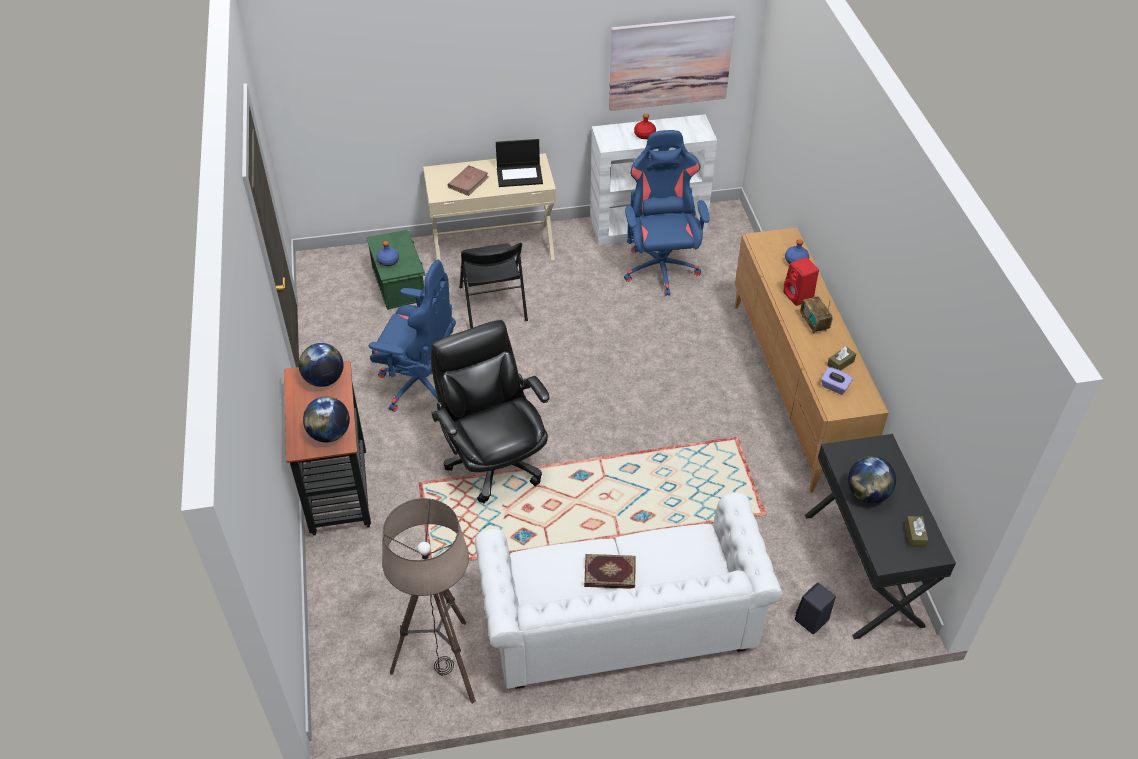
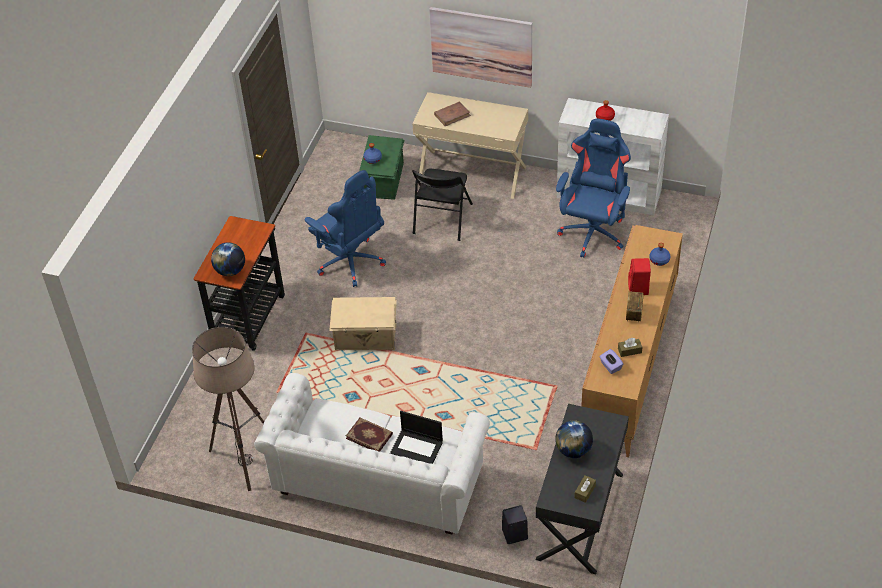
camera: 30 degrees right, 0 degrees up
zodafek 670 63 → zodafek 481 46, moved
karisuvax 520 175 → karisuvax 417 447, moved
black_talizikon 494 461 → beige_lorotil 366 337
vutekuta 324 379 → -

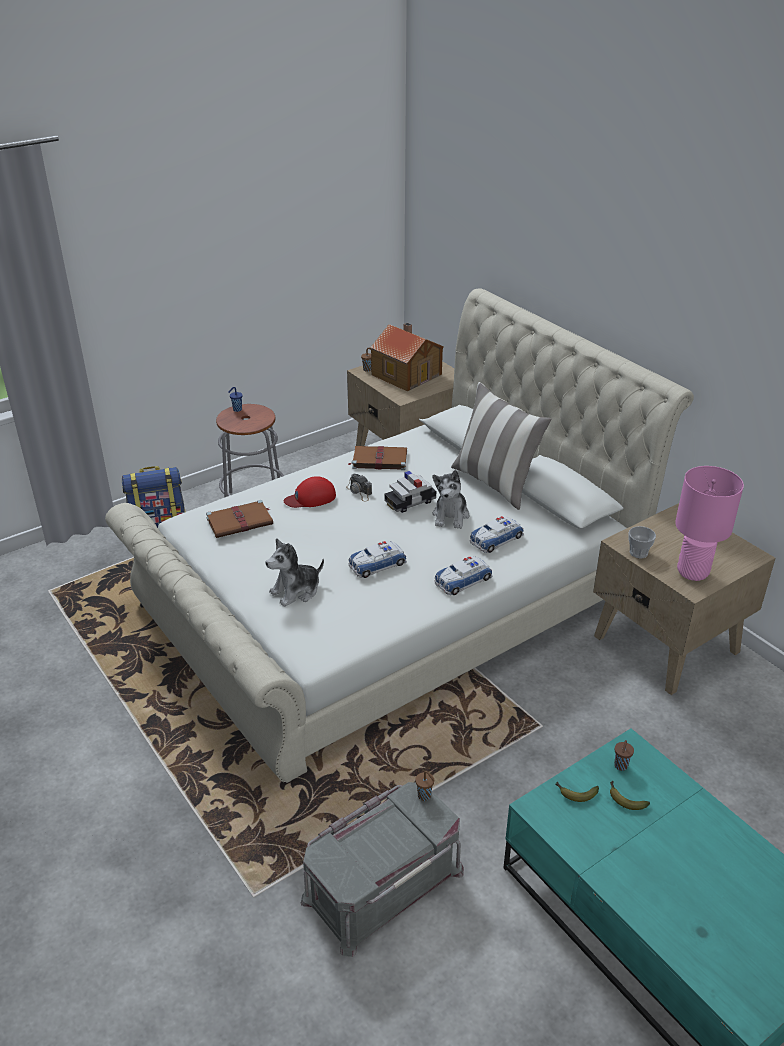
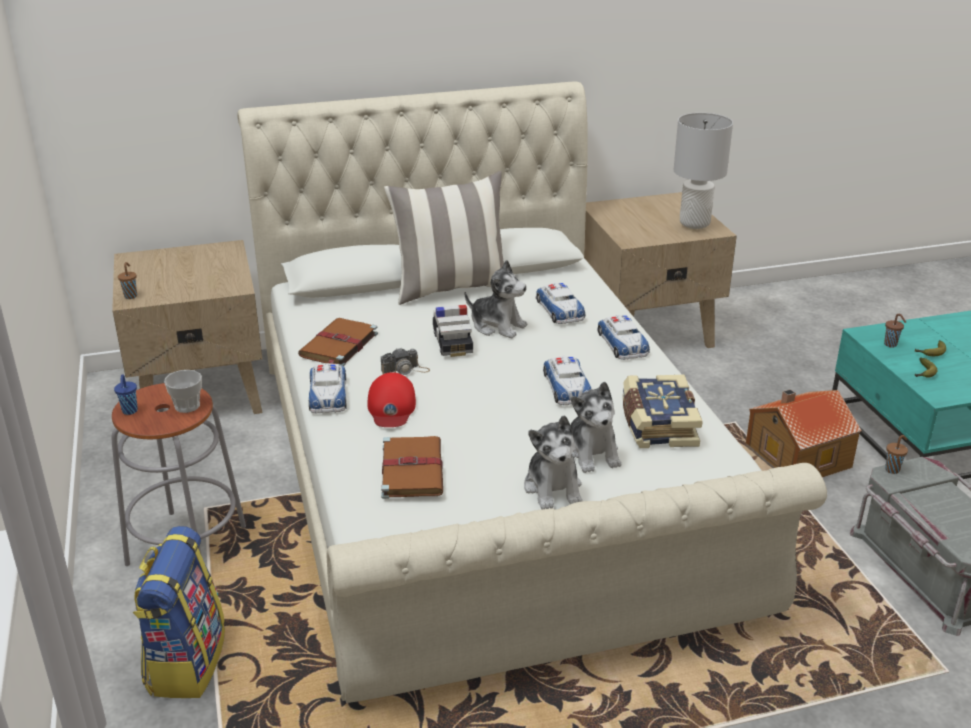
camera: 70 degrees left, 5 degrees down
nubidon 406 374 → nubidon 795 456, moved
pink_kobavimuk 691 574 → grey_kobavimuk 694 226
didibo 638 553 → didibo 187 406, moved
- → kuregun 328 395
- → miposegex 657 425
- → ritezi 553 488

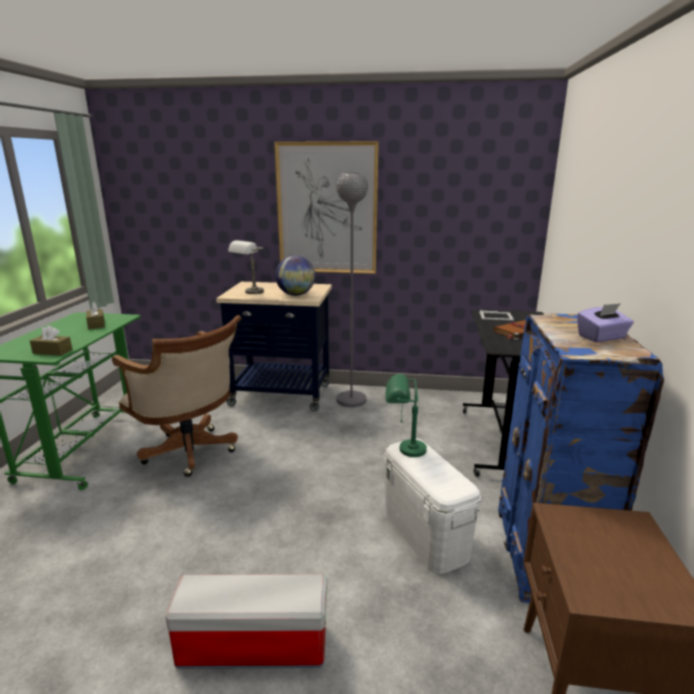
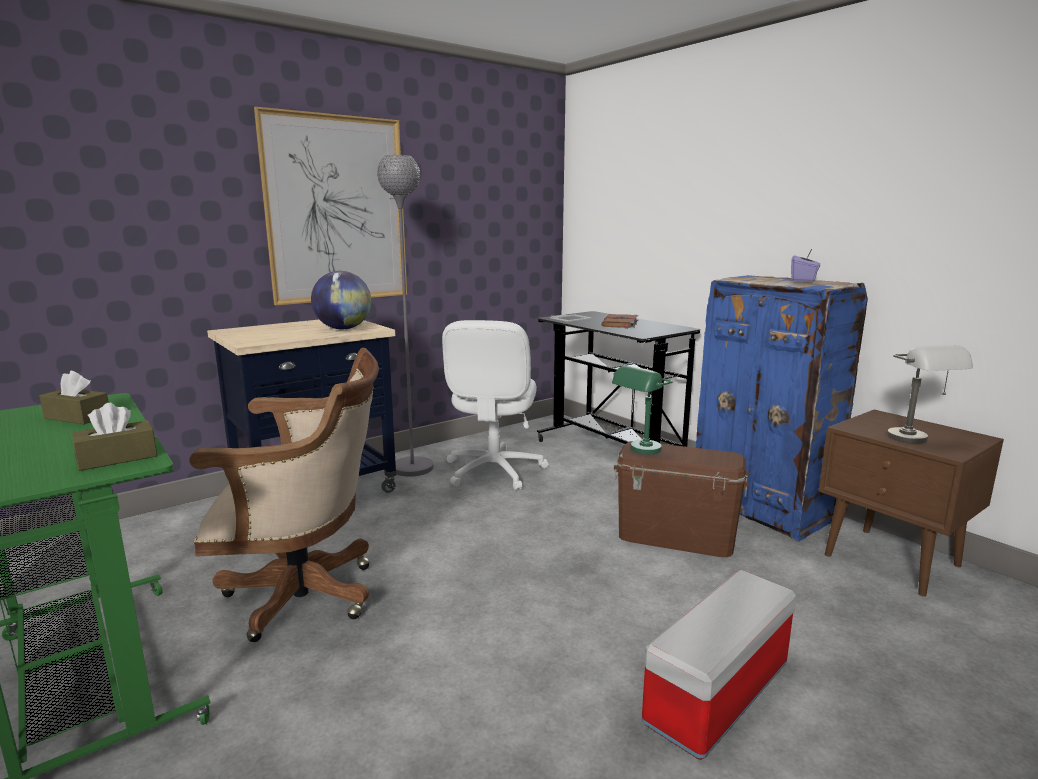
camera: 45 degrees left, 5 degrees down
grey_kobavimuk 250 293 → grey_kobavimuk 917 442, moved
white_lorotil 425 534 → brown_lorotil 676 537
- → white_talizikon 494 470

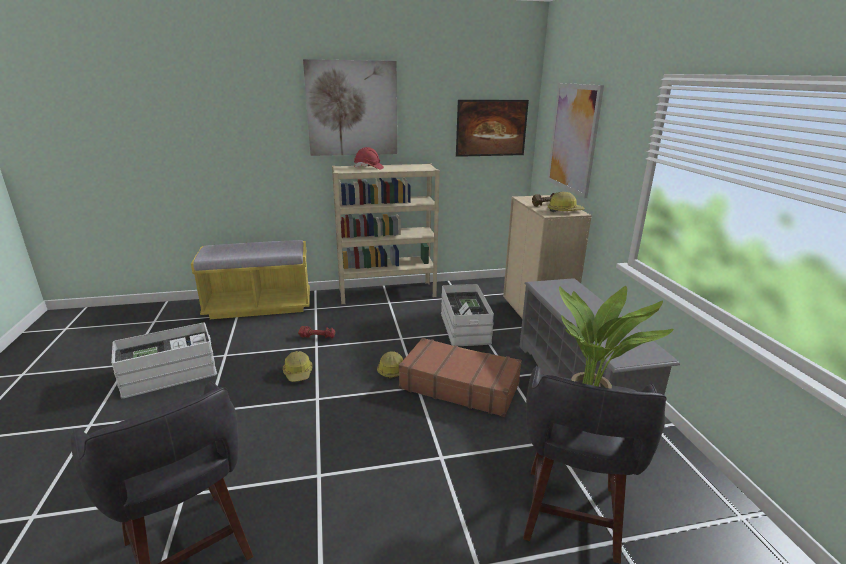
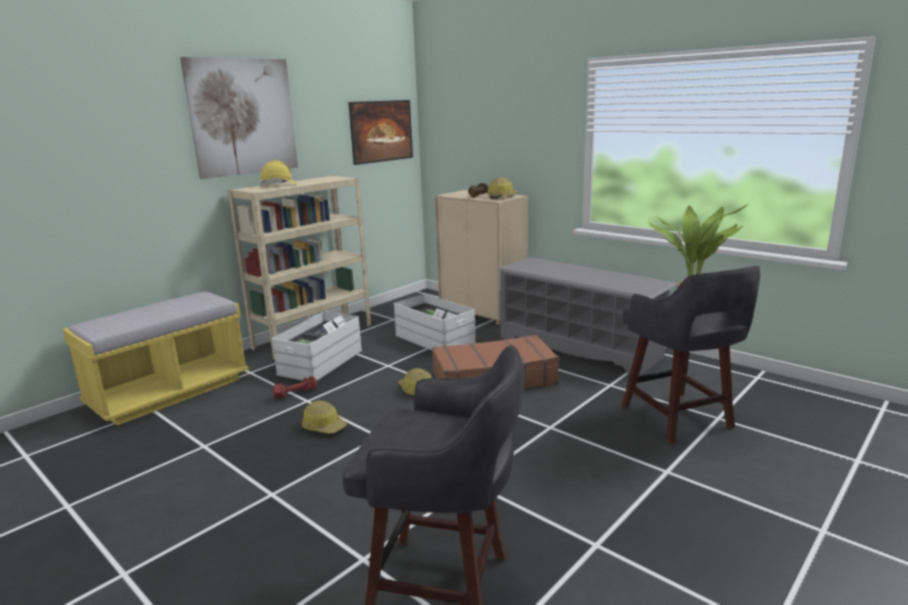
camera: 35 degrees left, 5 degrees down
zodafek 573 138 → -
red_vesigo 368 168 → yellow_vesigo 279 185
white_lorotil 169 373 → white_lorotil 320 361, moved

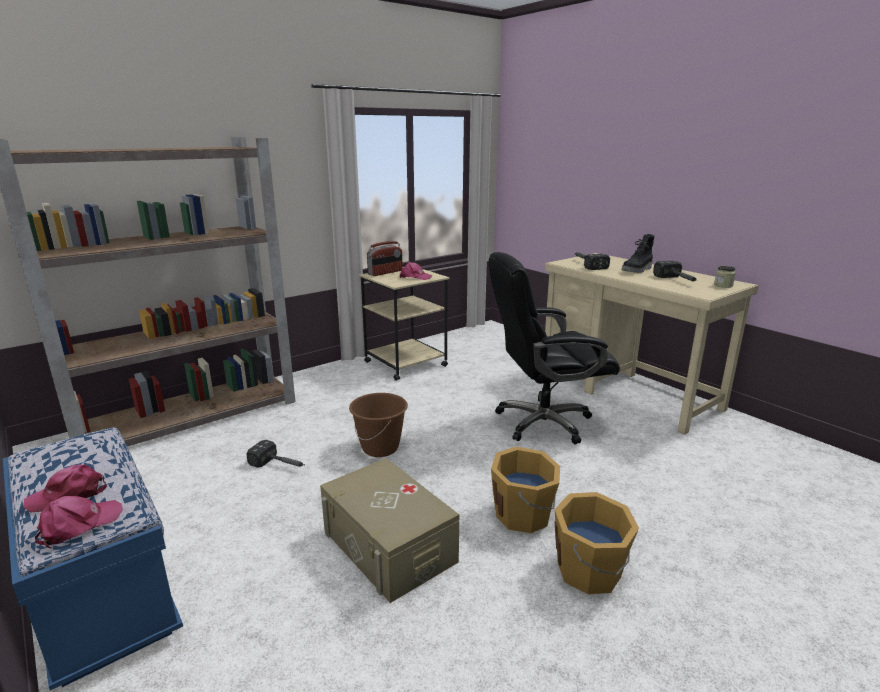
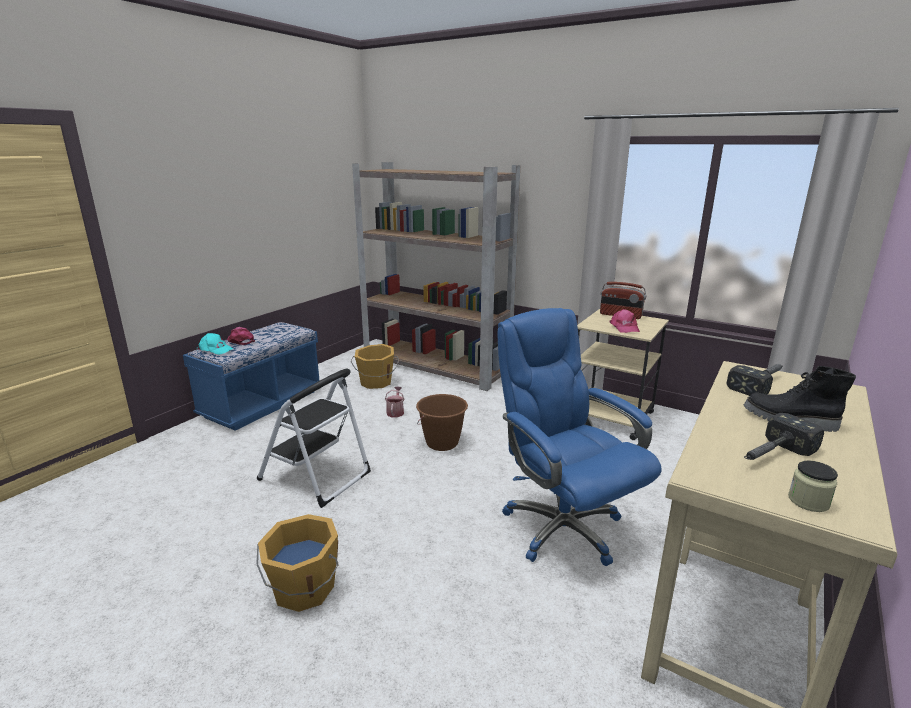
camera: 70 degrees right, 0 degrees up
black_talizikon 545 421 → blue_talizikon 565 529
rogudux 280 465 → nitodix 395 412
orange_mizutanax 524 515 → orange_mizutanax 376 382, moved
beige_lorotil 389 546 → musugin 317 477
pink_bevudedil 79 525 → turquoise_bevudedil 215 349

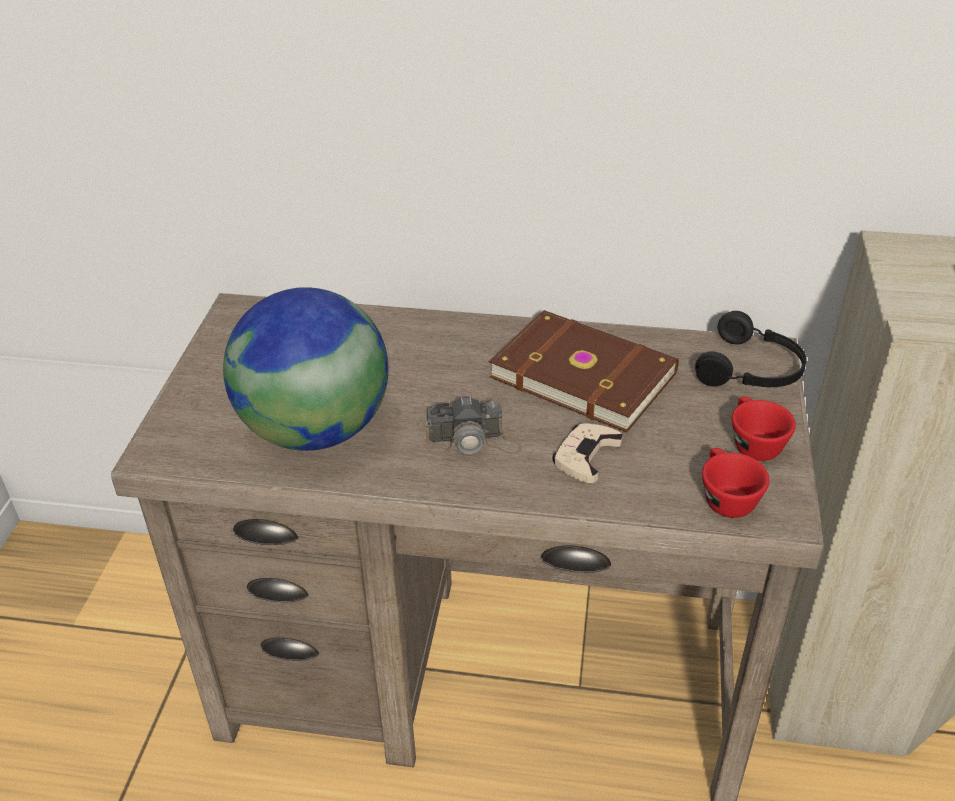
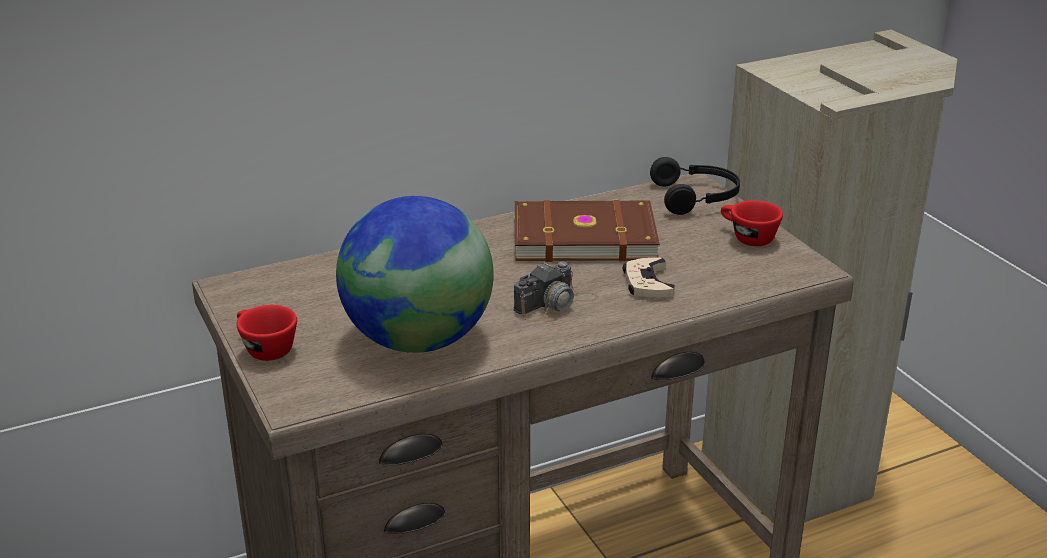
camera: 35 degrees left, 10 degrees down
red_didibo 725 497 → red_didibo 264 349, moved

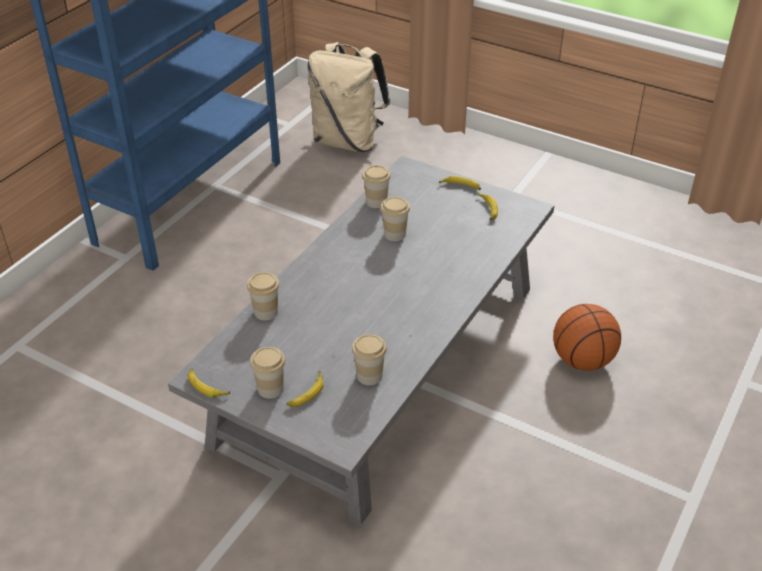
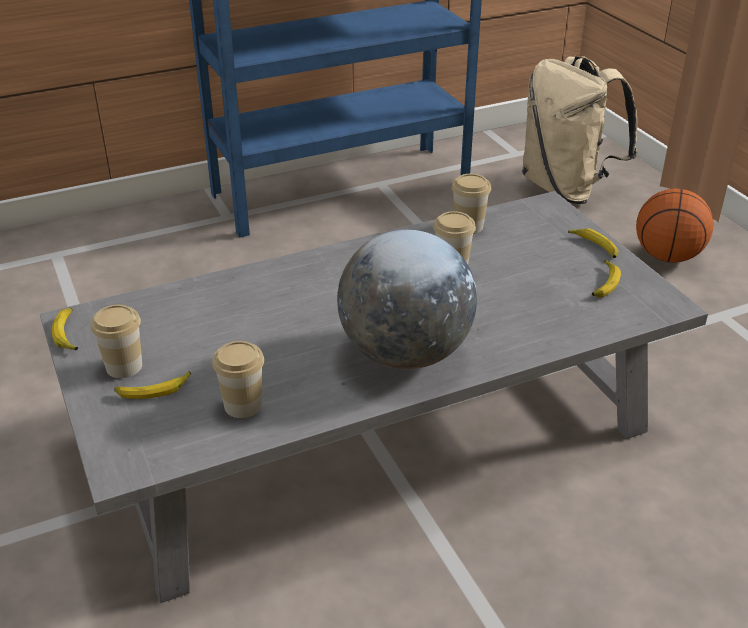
camera: 35 degrees right, 5 degrees down
didibo 266 312 → -
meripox 582 360 → meripox 667 256, moved
- → vutekuta 405 353

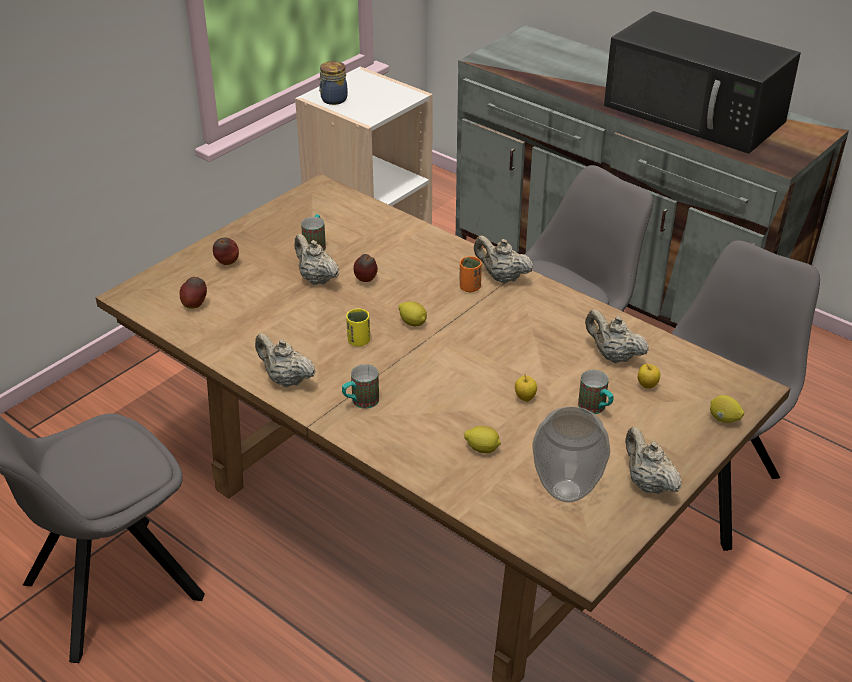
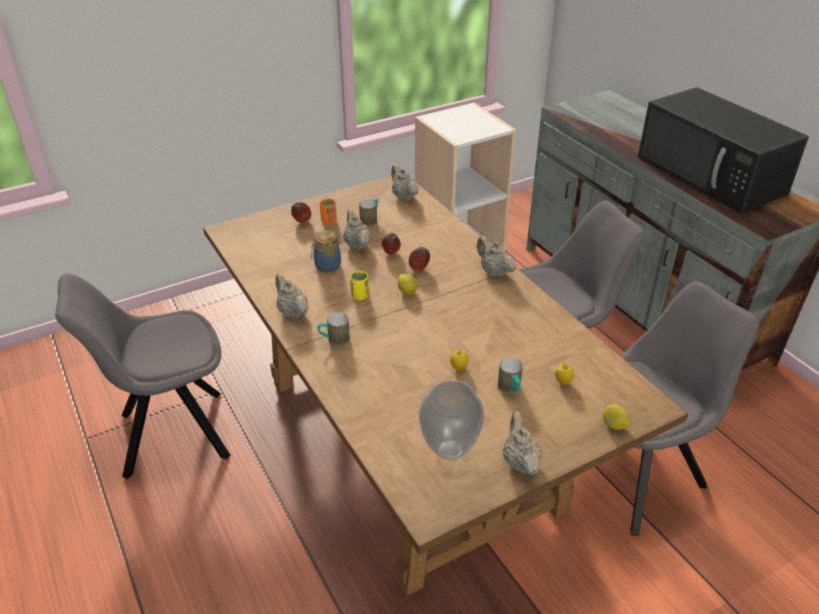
camera: 20 degrees right, 0 degrees up
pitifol 333 100 → pitifol 326 266, moved
orange_didibo 470 287 → orange_didibo 329 221, moved
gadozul 195 305 → gadozul 419 269, moved
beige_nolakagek 613 356 → beige_nolakagek 403 196, moved
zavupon 482 449 → -

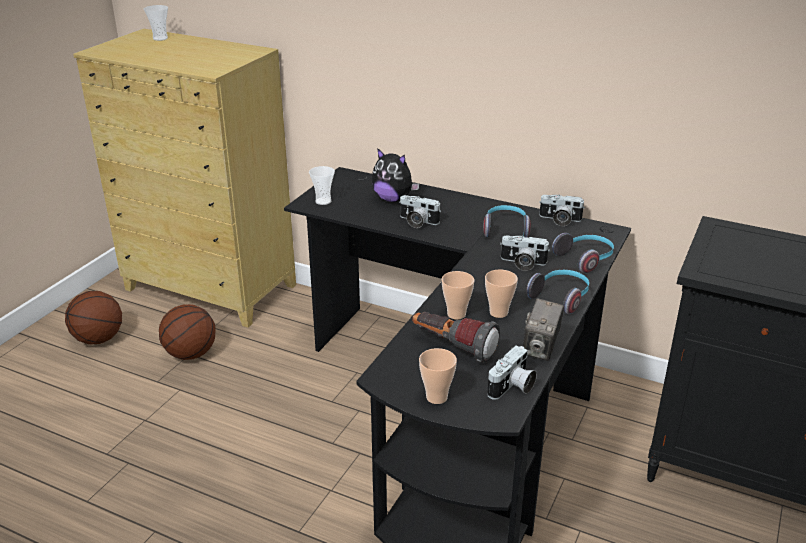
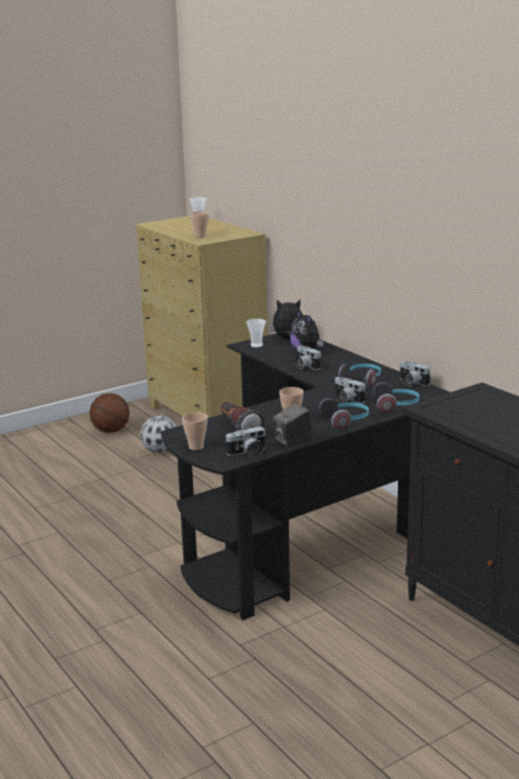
camera: 30 degrees right, 10 degrees down
didibo 456 314 → didibo 200 236, moved
meripox 190 354 → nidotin 159 451
- → ritezi 288 339

